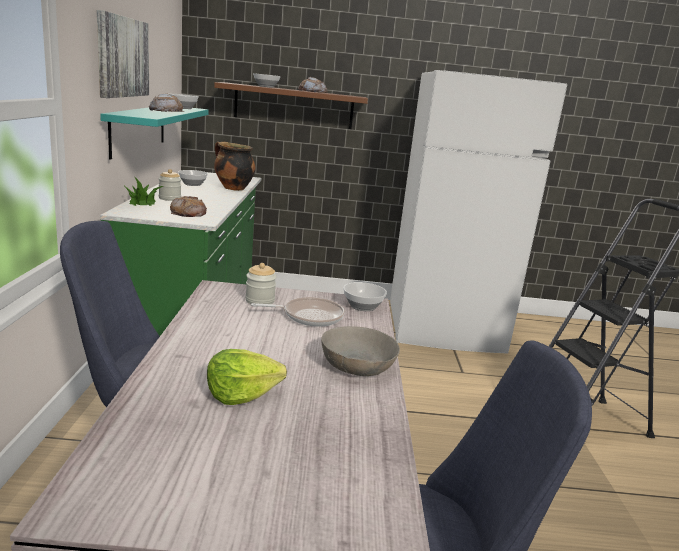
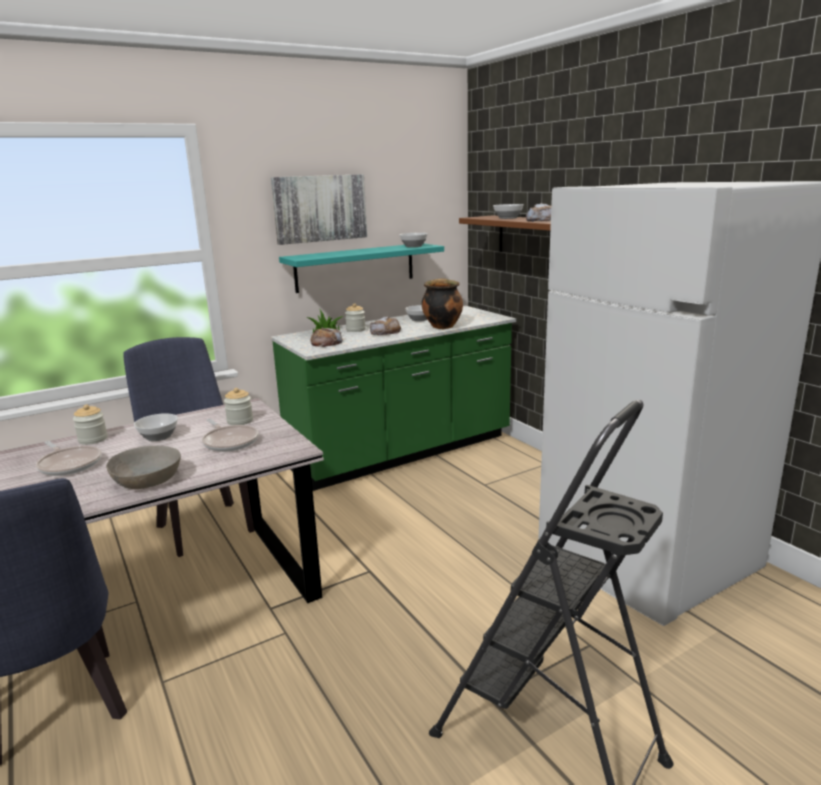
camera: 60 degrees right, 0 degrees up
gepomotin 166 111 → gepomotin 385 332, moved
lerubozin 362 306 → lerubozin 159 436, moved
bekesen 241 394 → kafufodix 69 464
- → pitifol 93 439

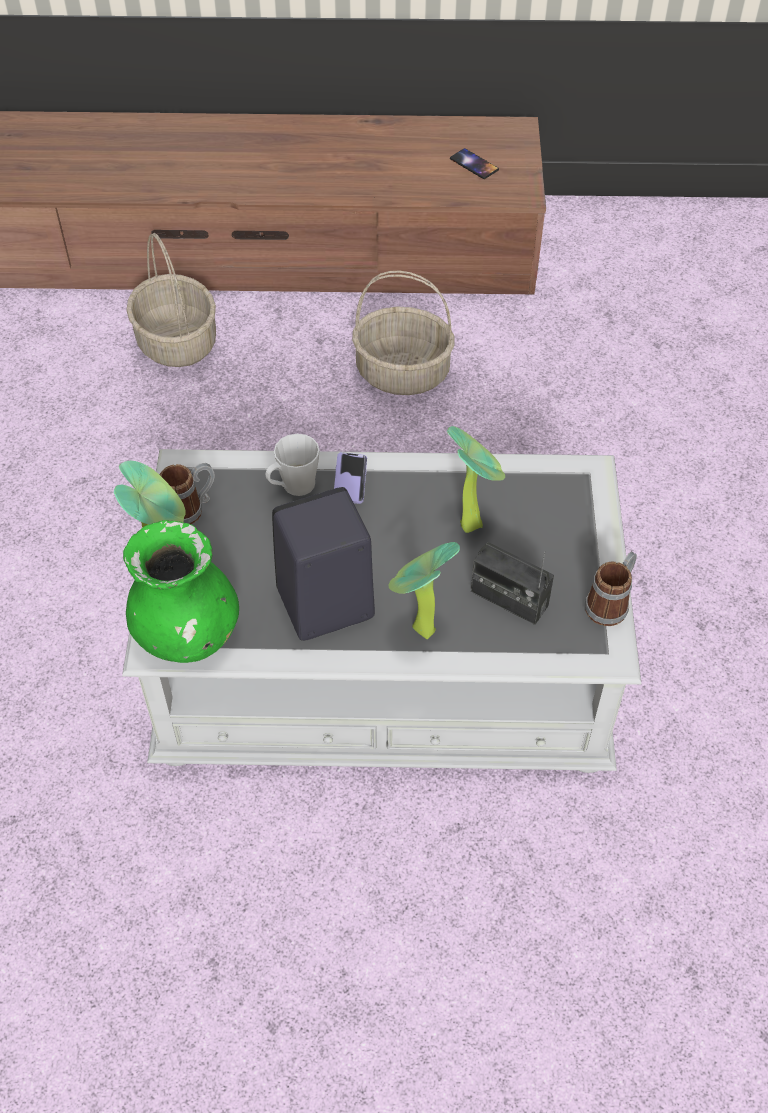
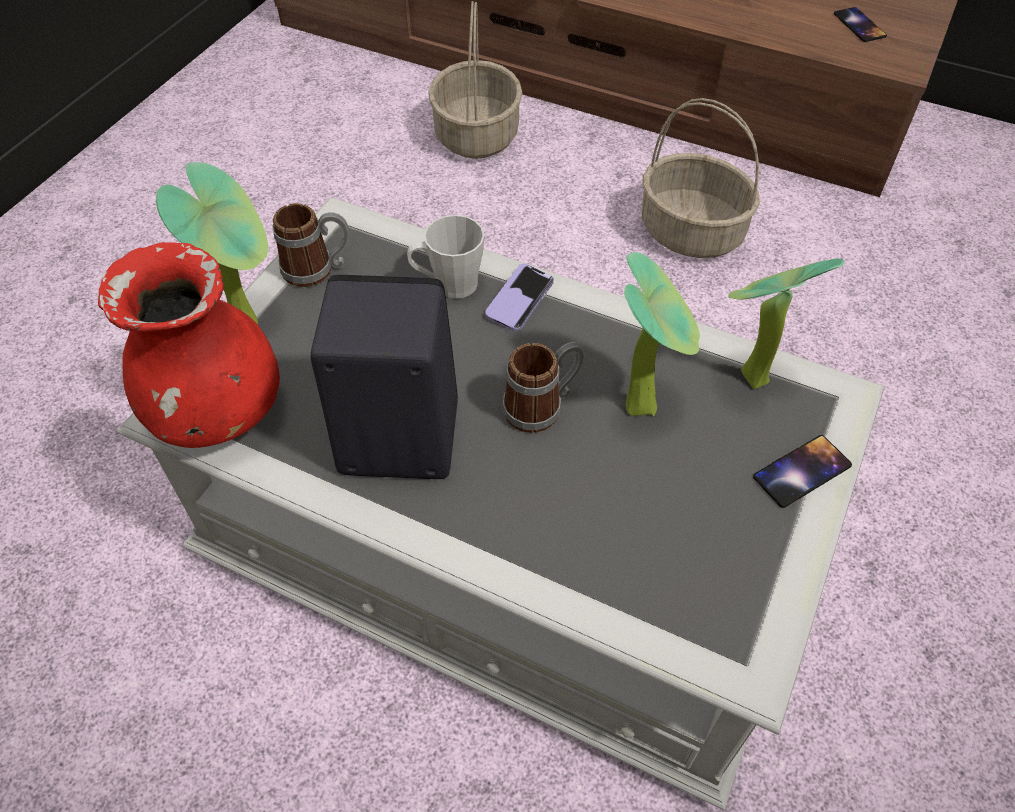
camera: 25 degrees right, 0 degrees up
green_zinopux 188 634 → red_zinopux 217 411
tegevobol 418 631 → tegevobol 746 377, moved
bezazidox 509 599 → -
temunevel 611 603 → temunevel 542 406, moved
- → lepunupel 801 471

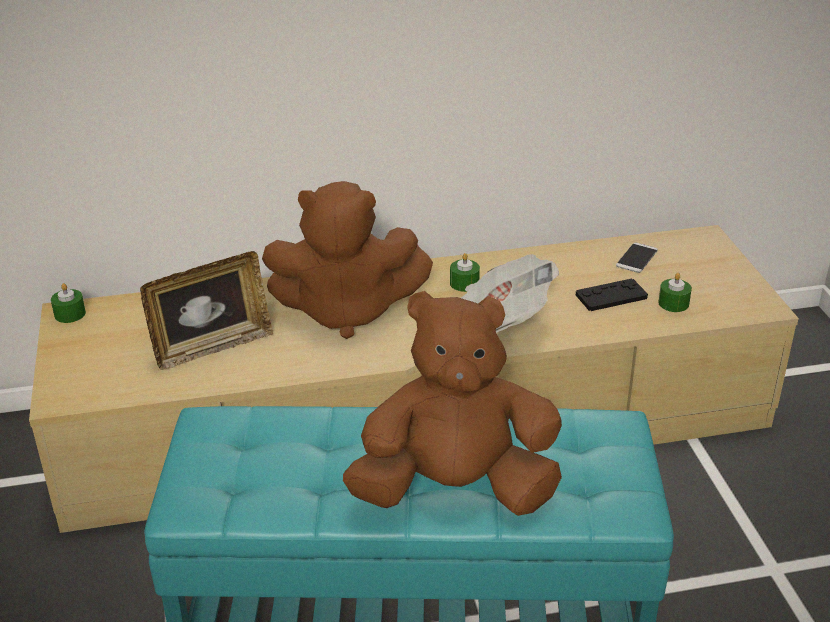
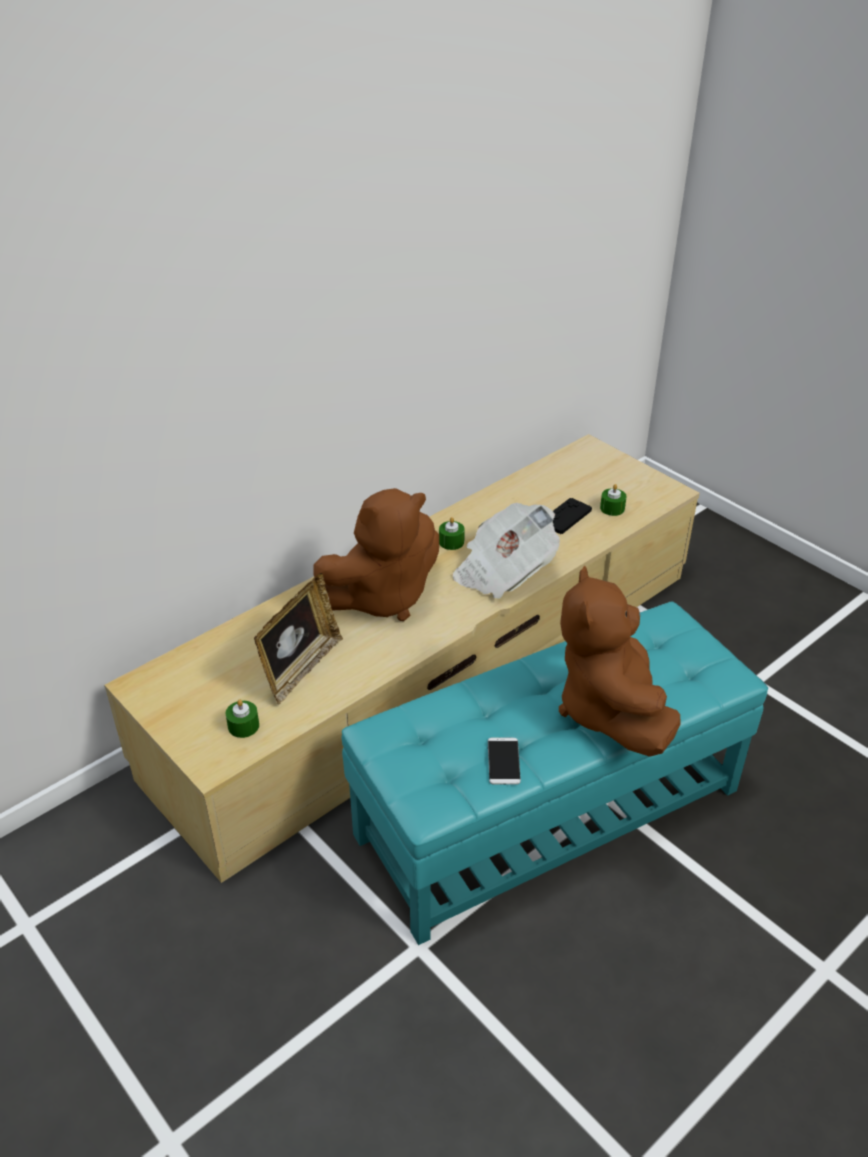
camera: 30 degrees left, 5 degrees up
lepunupel 636 258 → lepunupel 503 761, moved
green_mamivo 70 314 → green_mamivo 243 726, moved
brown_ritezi 456 490 → brown_ritezi 609 710, 60 degrees counterclockwise

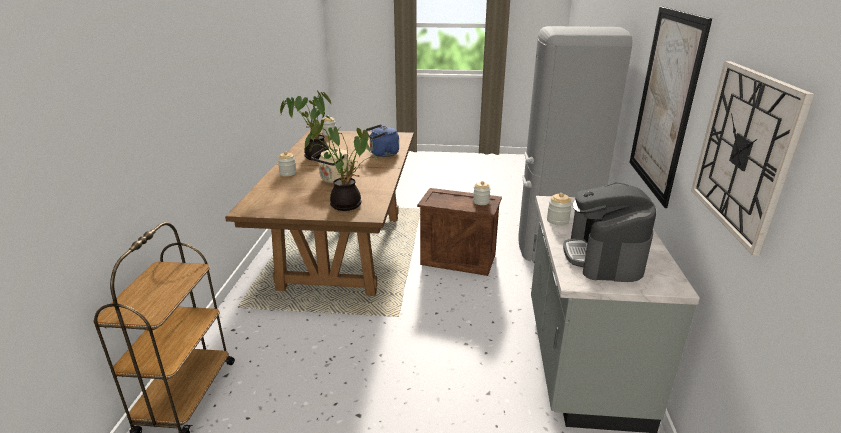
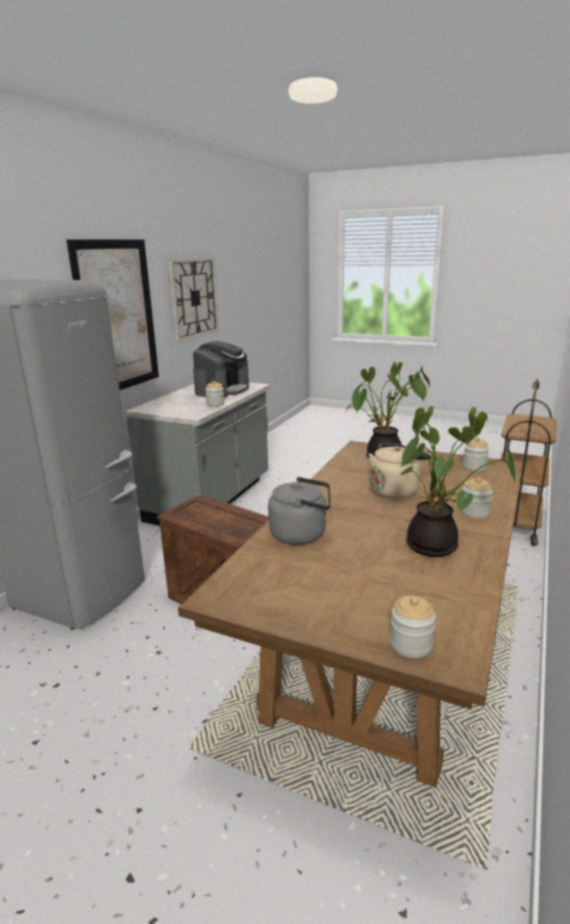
camera: 160 degrees left, 5 degrees down
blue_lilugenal 382 154 → grey_lilugenal 302 534
pitifol 481 202 → pitifol 474 467, moved

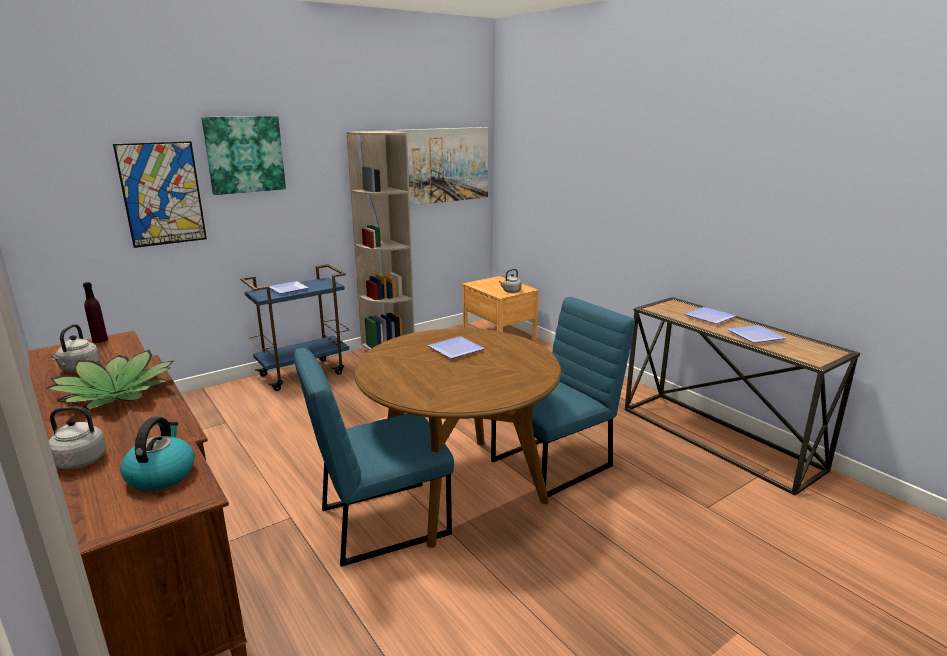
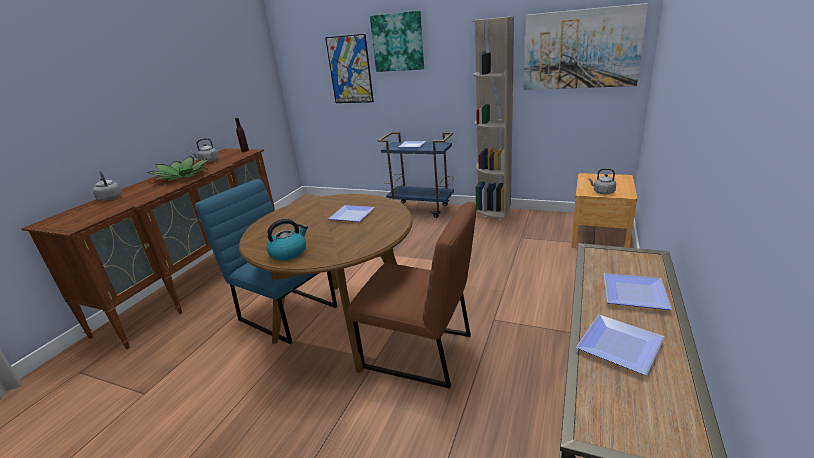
camera: 60 degrees right, 5 degrees up
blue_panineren 555 462 → brown_panineren 420 352
lilugenal 161 474 → lilugenal 289 252, moved

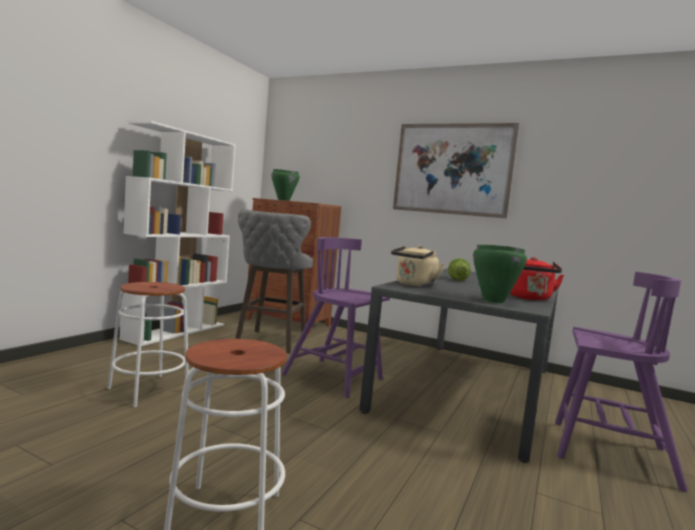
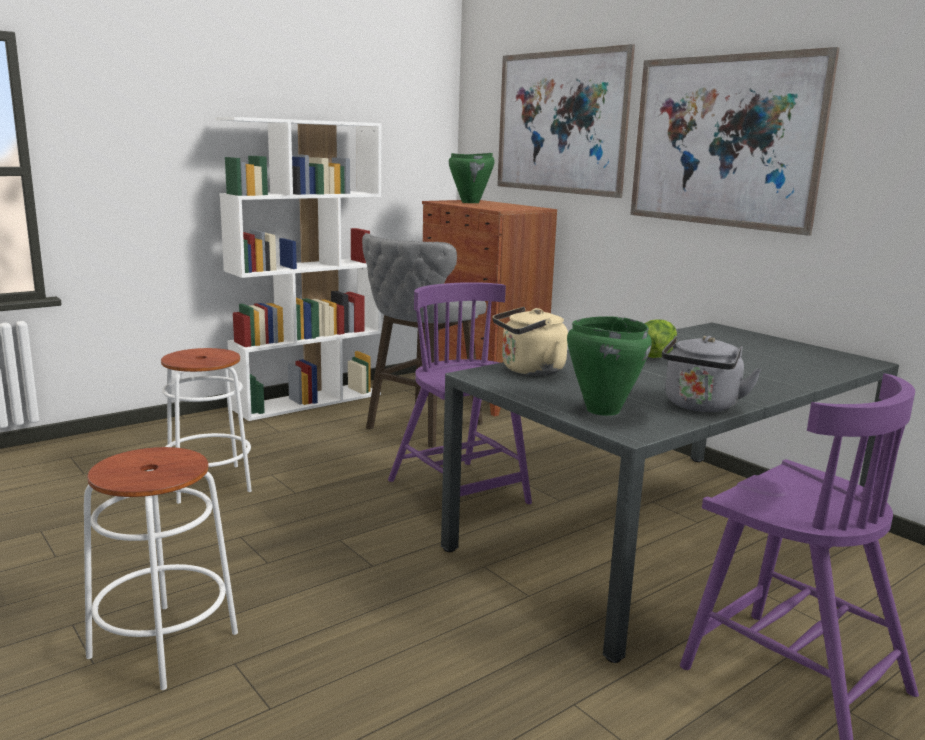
camera: 25 degrees right, 10 degrees up
red_lilugenal 530 298 → grey_lilugenal 700 406
- → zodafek 560 122

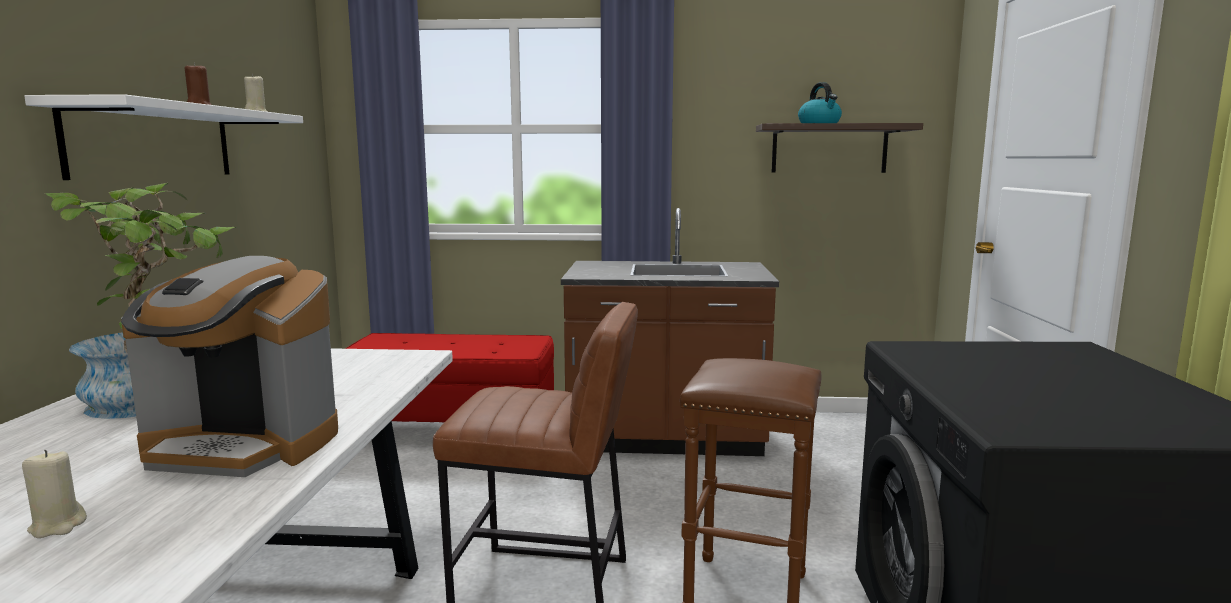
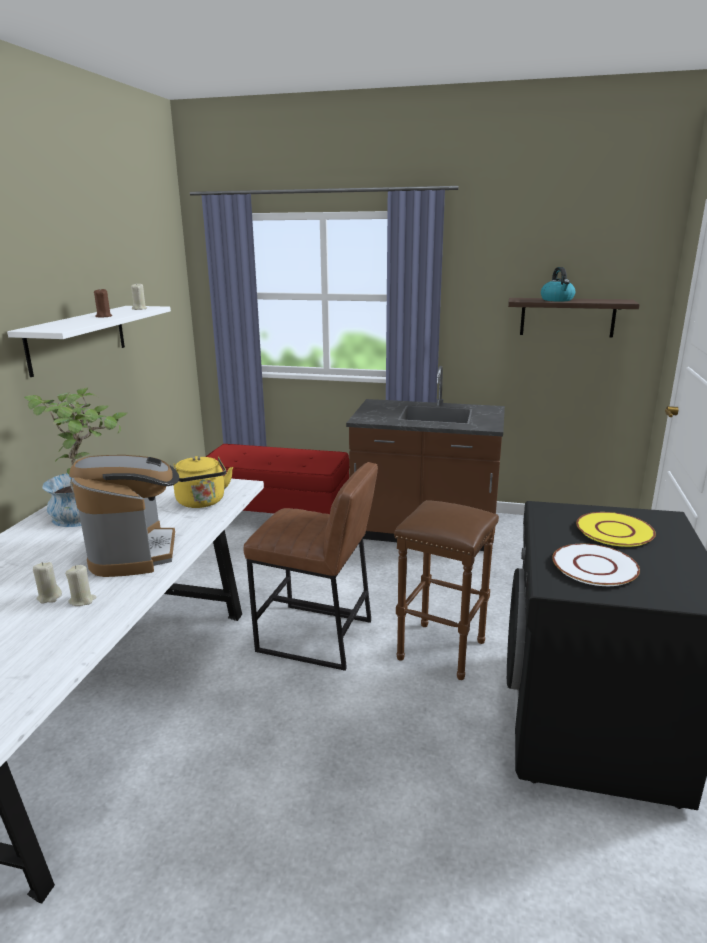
camera: 10 degrees right, 10 degrees up
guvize 243 446 → guvize 135 552, 120 degrees counterclockwise
- → yellow_lilugenal 202 502
- → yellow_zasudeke 614 531
- → white_zasudeke 594 566
- → beige_mamivo 82 600

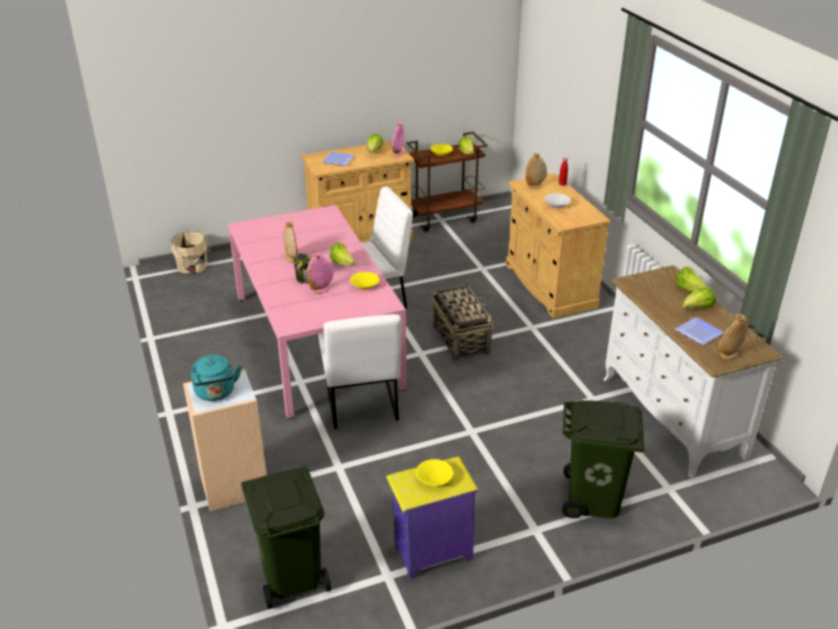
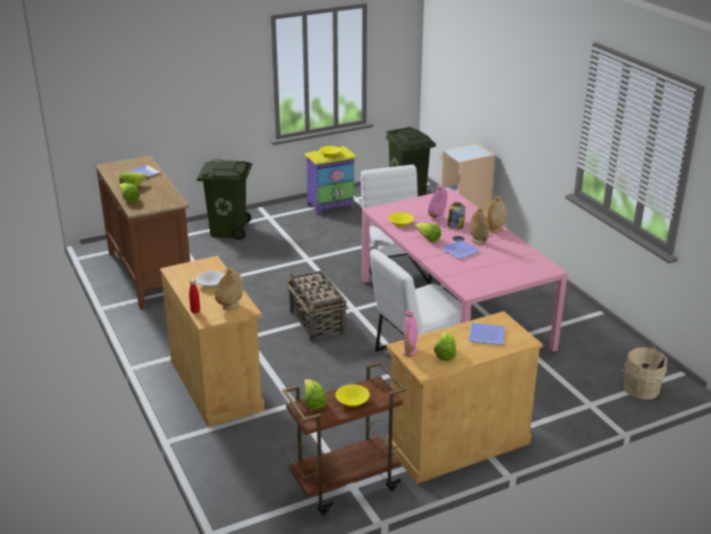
camera: 175 degrees right, 5 degrees down
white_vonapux 670 417 → brown_vonapux 151 273
beige_zinopux 729 355 → beige_zinopux 495 230, moved
turquoise_lilugenal 216 393 → -
- → zasudeke 460 250

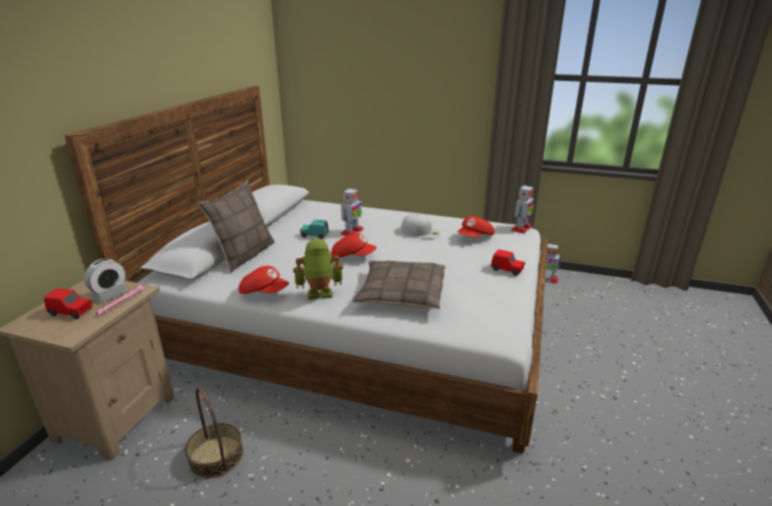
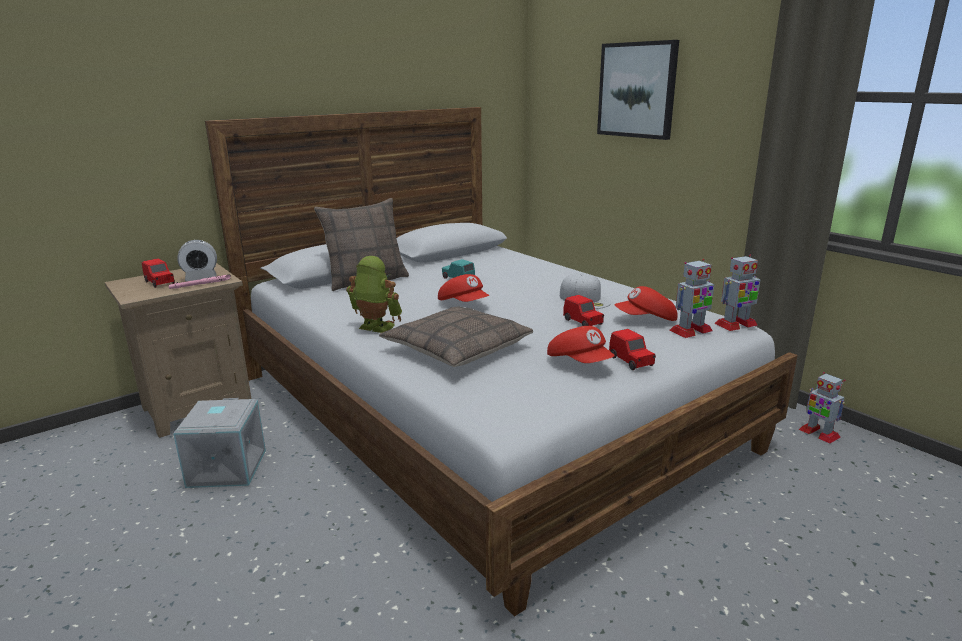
camera: 35 degrees right, 5 degrees down
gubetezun 352 232 → gubetezun 690 331, moved
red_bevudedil 264 292 → red_bevudedil 580 362, moved
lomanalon 215 456 → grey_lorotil 226 468
- → zodafek 637 90
- → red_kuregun 583 322

